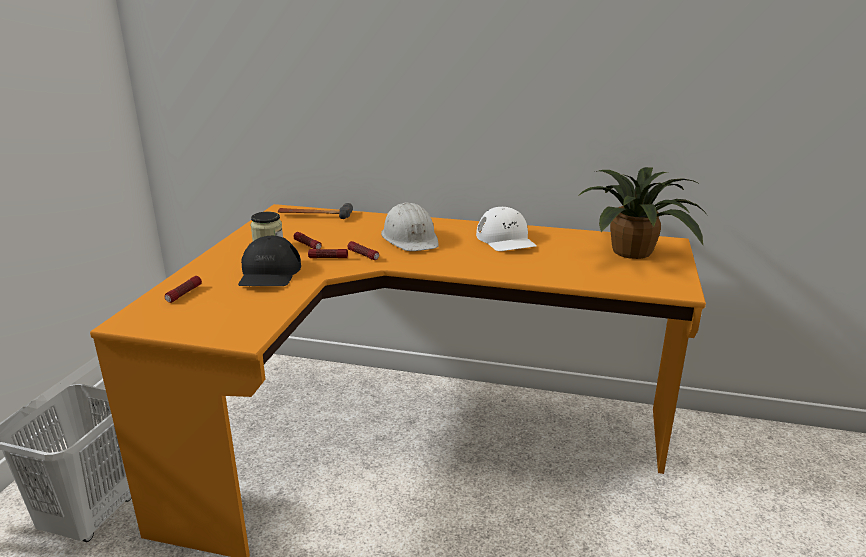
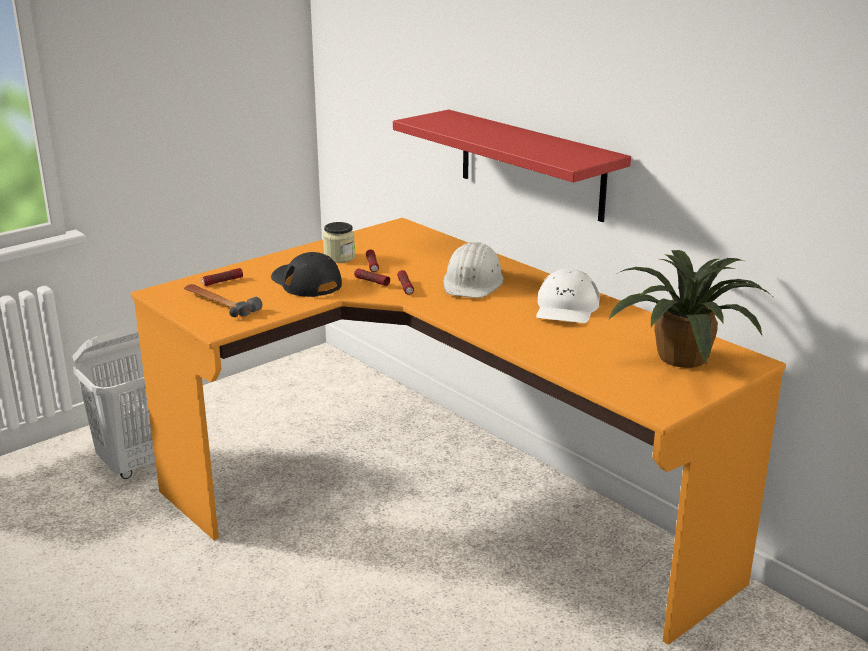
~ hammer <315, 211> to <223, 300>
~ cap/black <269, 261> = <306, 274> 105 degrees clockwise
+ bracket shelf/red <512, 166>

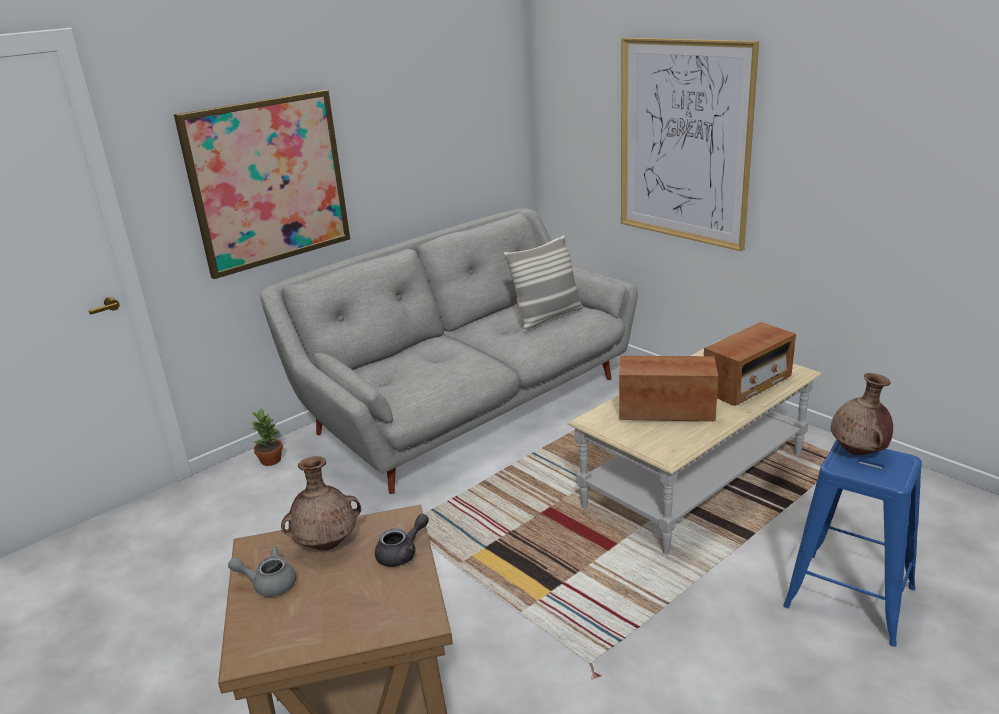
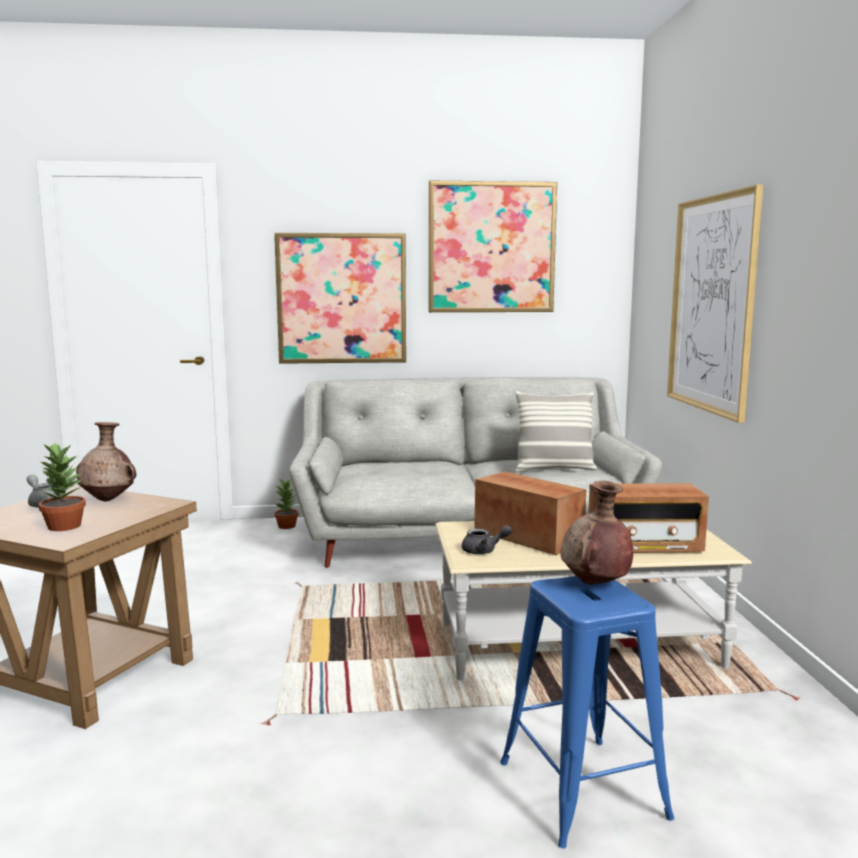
~ tea pot/gray <402, 540> to <487, 539>
+ wall picture <492, 246>
+ plant in a pot <62, 486>

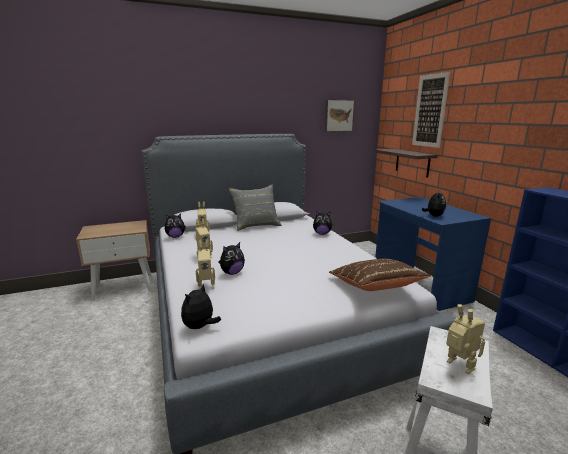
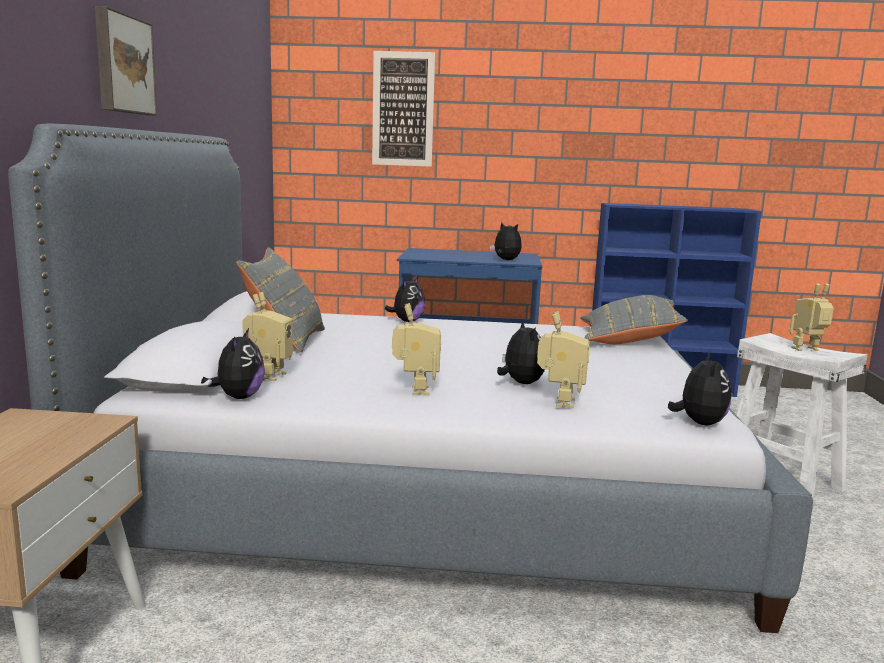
~ wall picture <340, 115> to <126, 61>
- bracket shelf <406, 163>
~ throw pillow/brown-coloured <380, 275> to throw pillow/gray <634, 319>
~ plush toy <201, 306> = <699, 388> 135 degrees counterclockwise

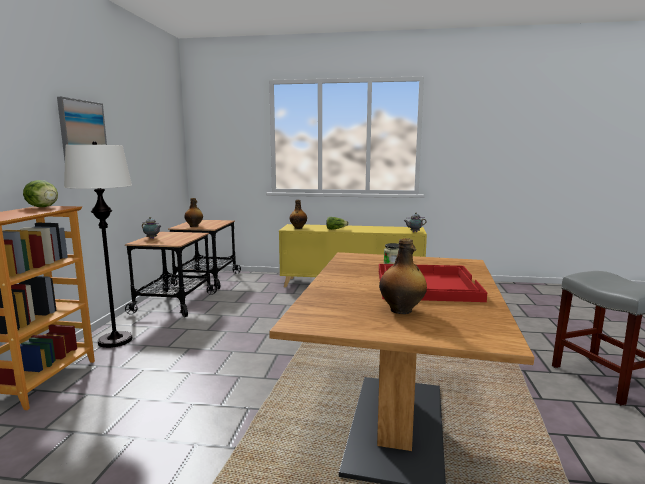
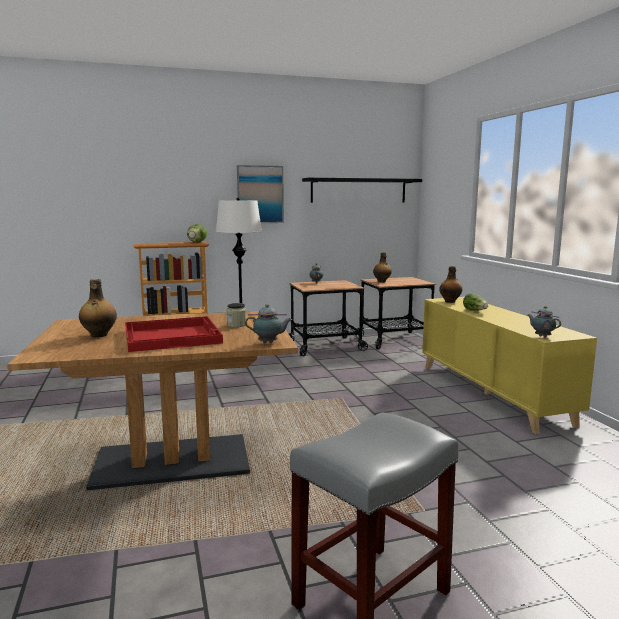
+ bracket shelf/black <362, 190>
+ tea pot <268, 323>

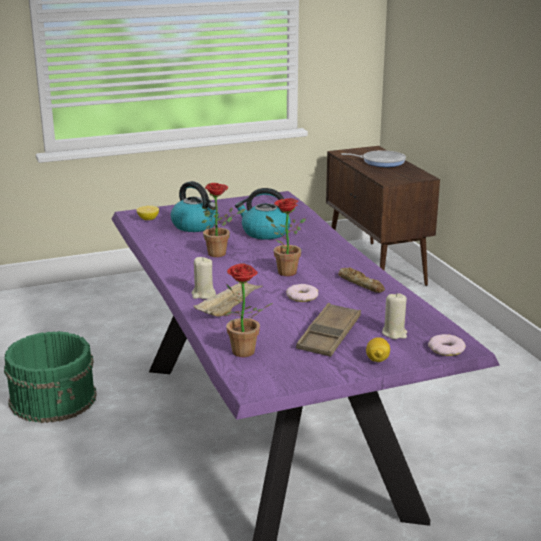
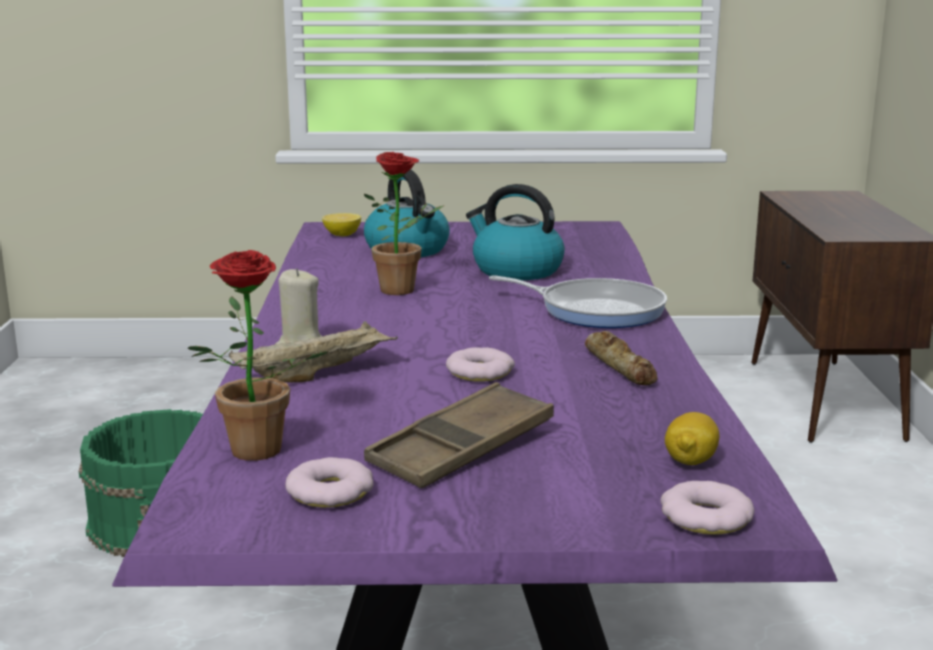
~ frying pan <373, 158> to <578, 302>
- plant in a pot <286, 237>
- candle/sand-coloured <394, 316>
~ whole lemon <378, 349> to <692, 438>
+ ring doughnut <329, 482>

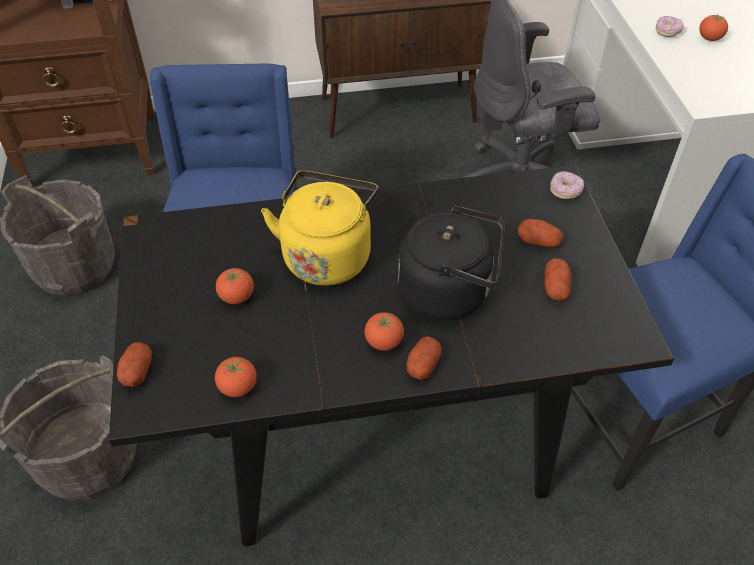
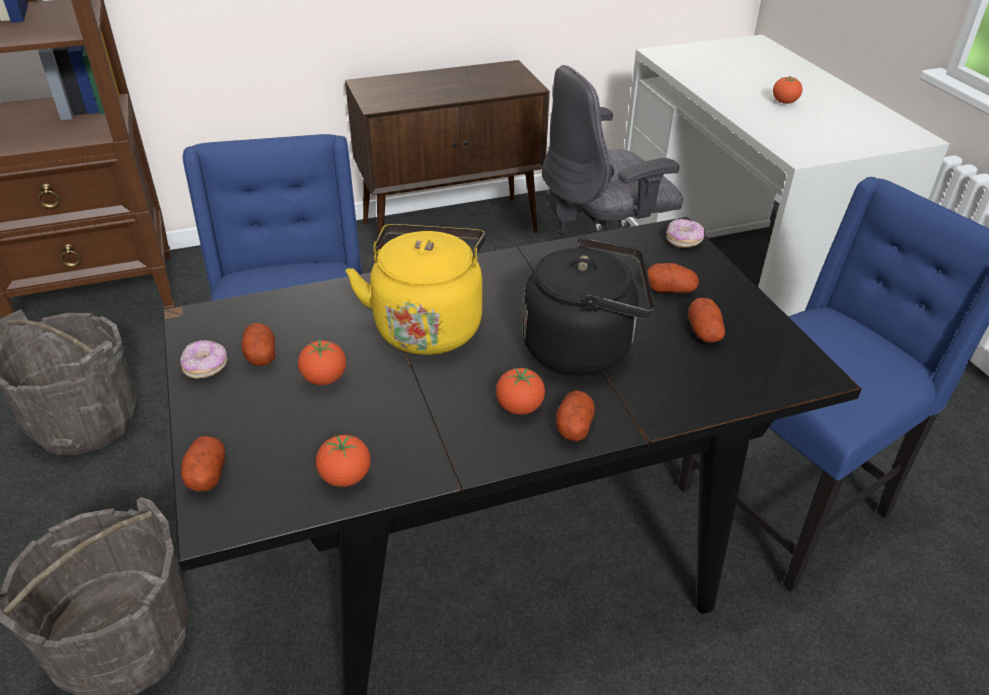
~ ring doughnut <670, 26> to <203, 359>
+ potato <258, 344>

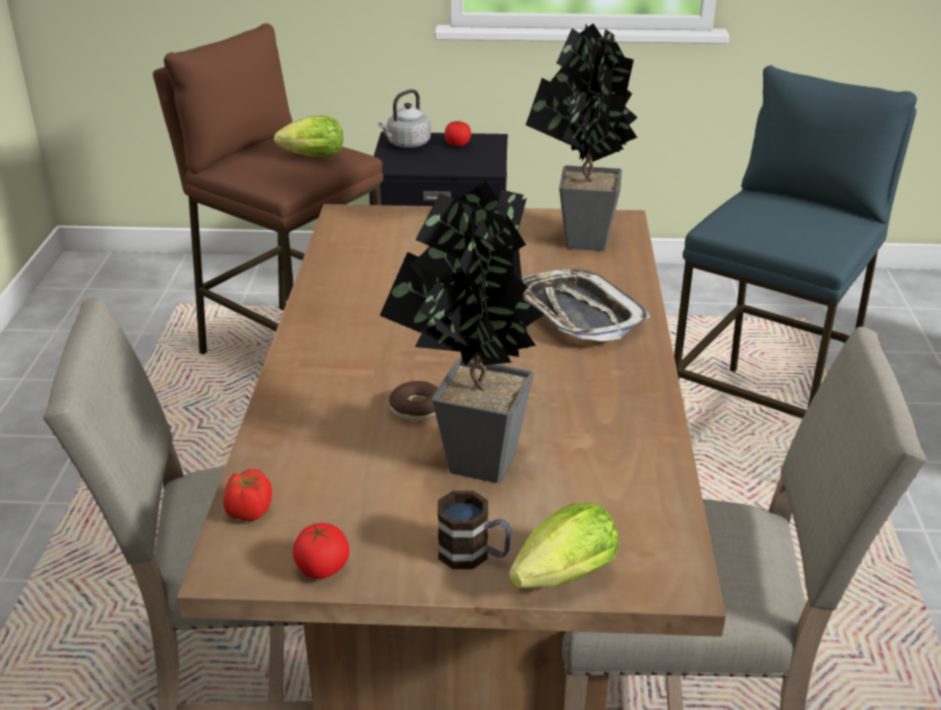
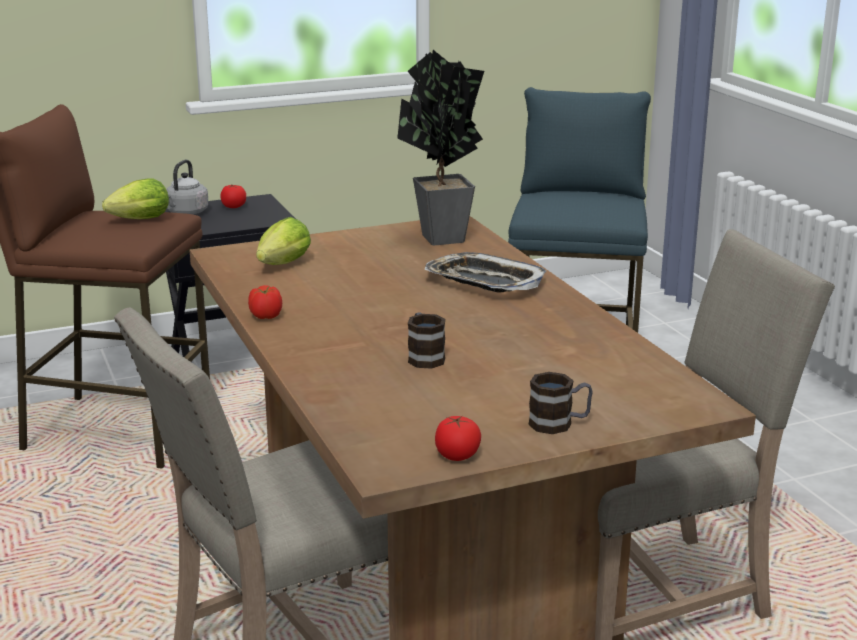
- plant in a pot <462, 332>
~ ring doughnut <413, 401> to mug <426, 340>
~ fresh tomato <247, 495> to <265, 302>
~ lettuce head <564, 545> to <283, 241>

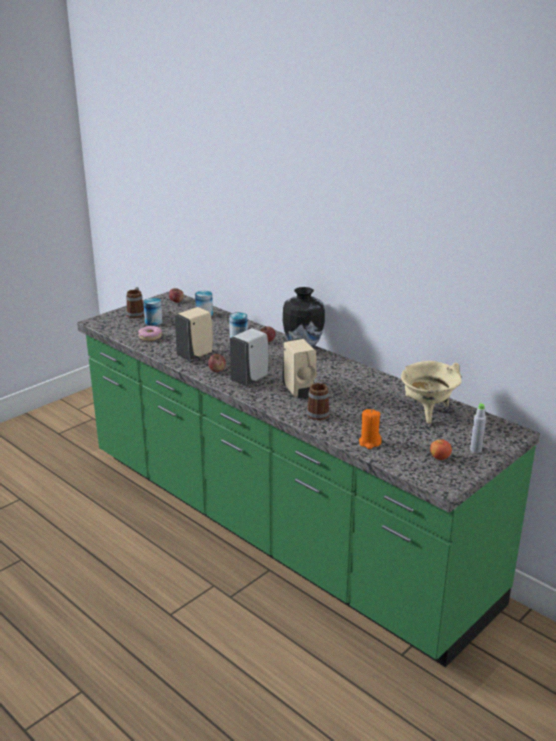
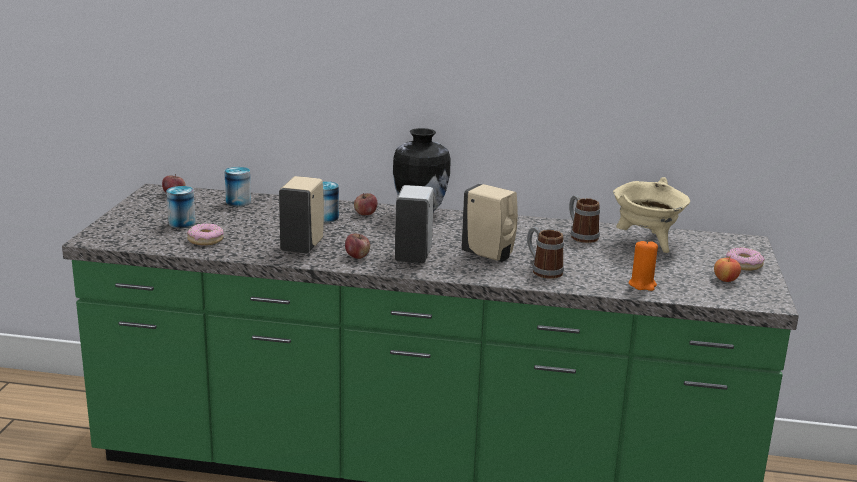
~ mug <135, 302> to <584, 219>
~ drink bottle/gray <478, 428> to ring doughnut <745, 259>

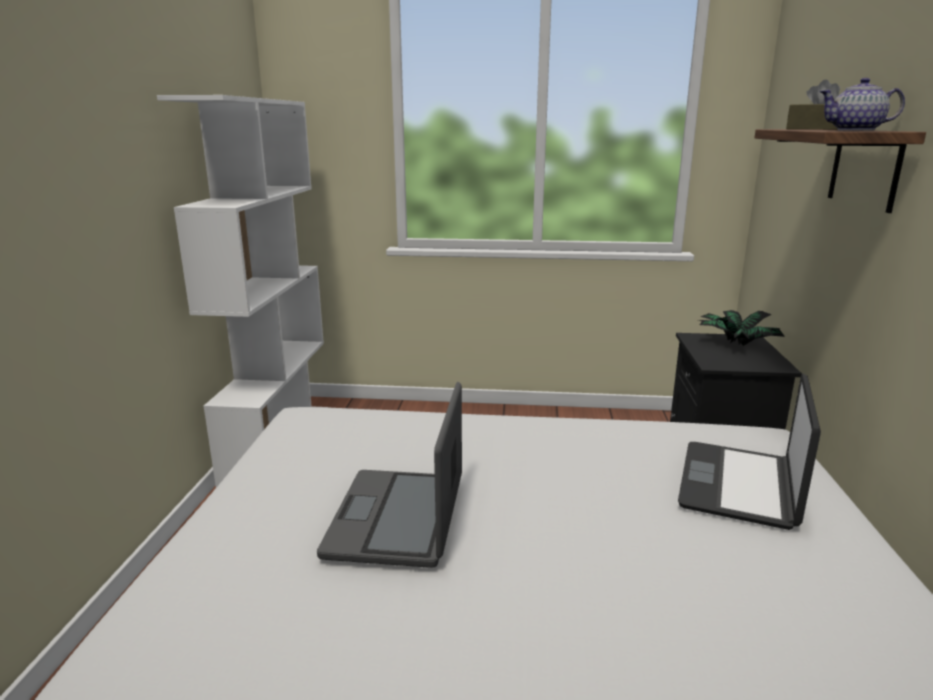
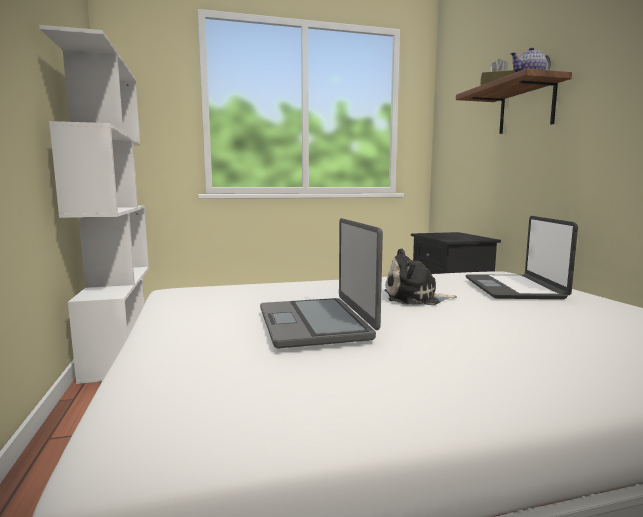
- plant in a pot <740, 328>
+ plush toy <420, 276>

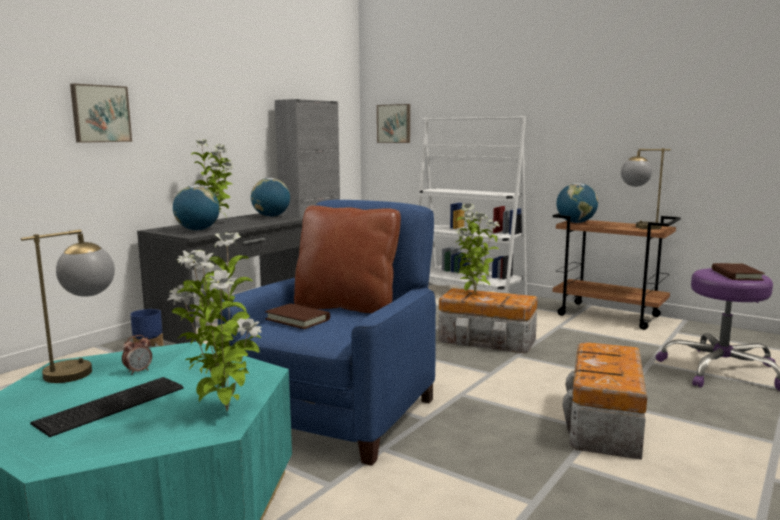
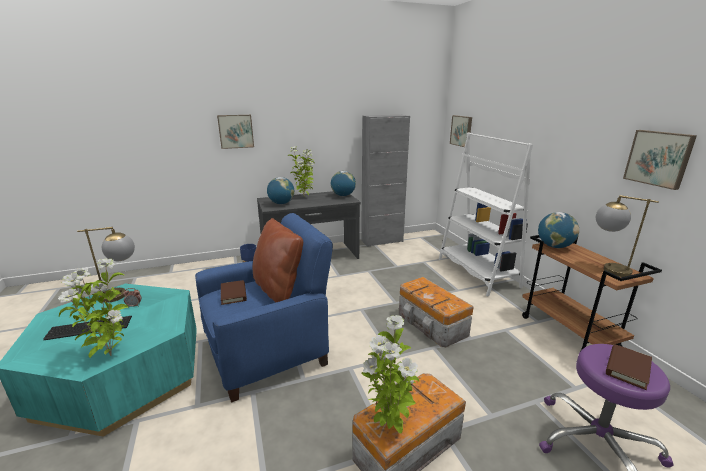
~ plant in a pot <478, 248> to <390, 374>
+ wall picture <660, 160>

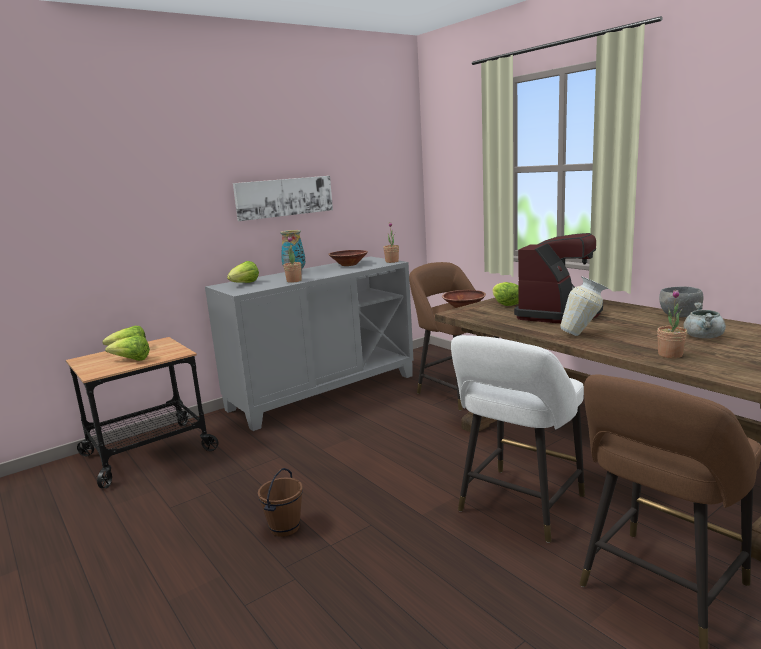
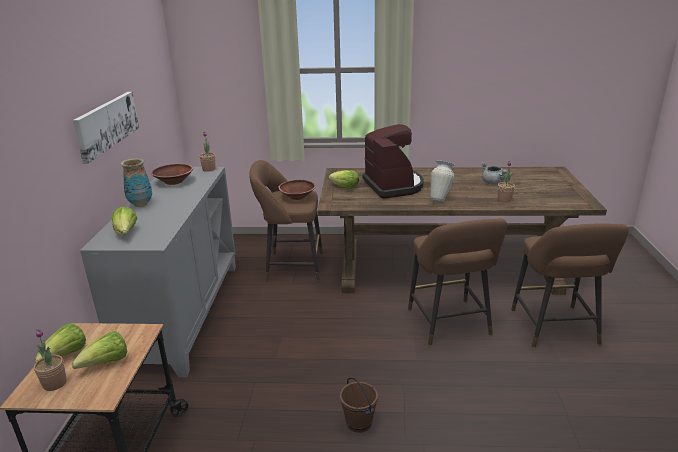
~ plant in a pot <292, 260> to <50, 360>
- deep dish/gray <681, 301>
~ stool/whitish <518, 439> to stool/brown-coloured <457, 282>

